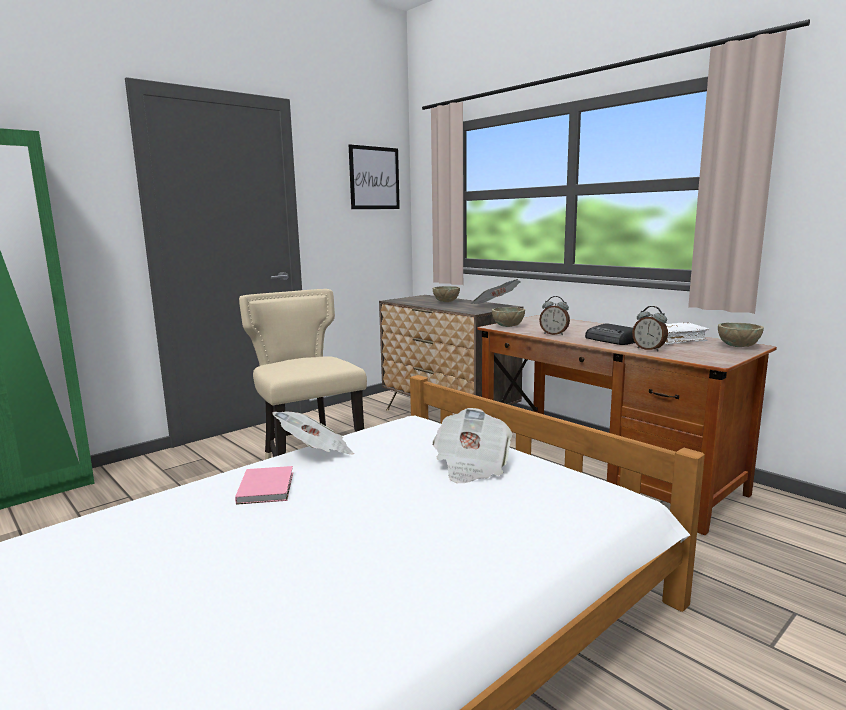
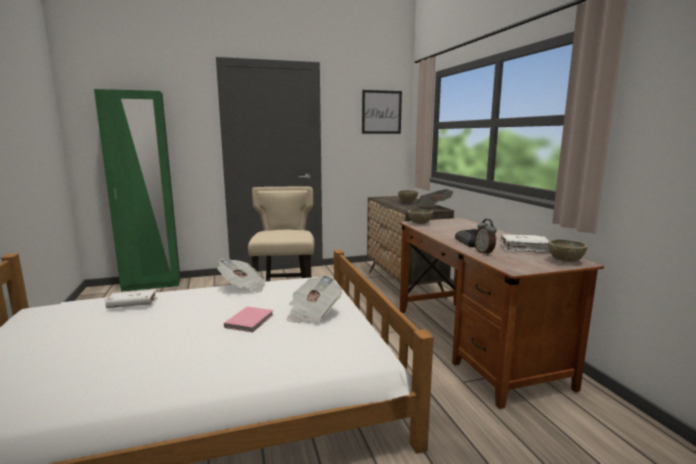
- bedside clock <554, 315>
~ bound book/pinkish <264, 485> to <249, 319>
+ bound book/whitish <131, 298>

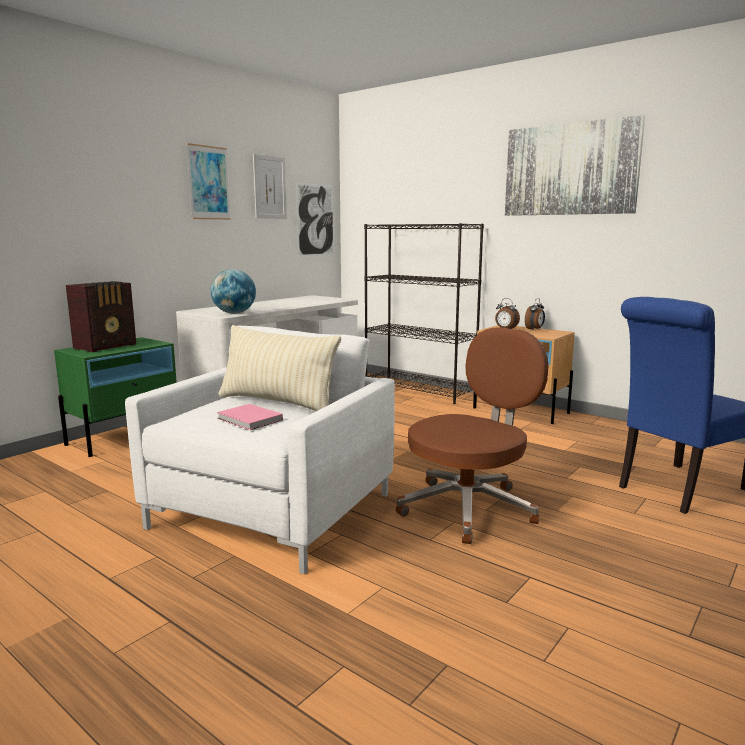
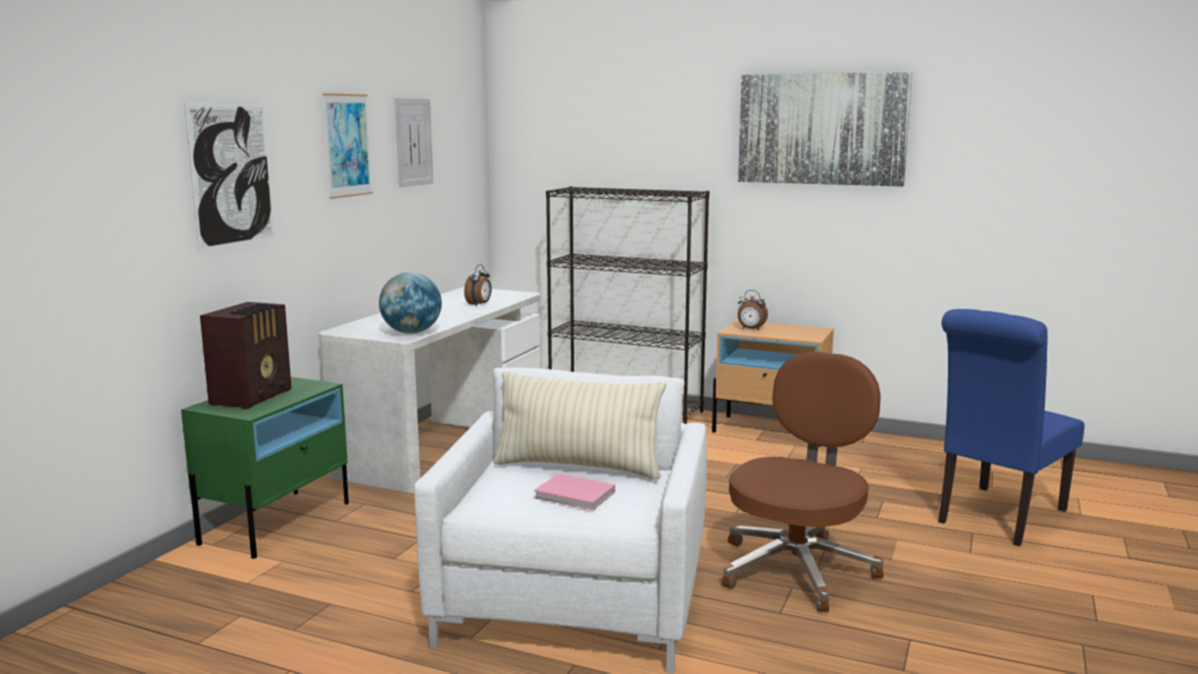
~ wall picture <315, 219> to <229, 177>
~ bedside clock <535, 314> to <478, 285>

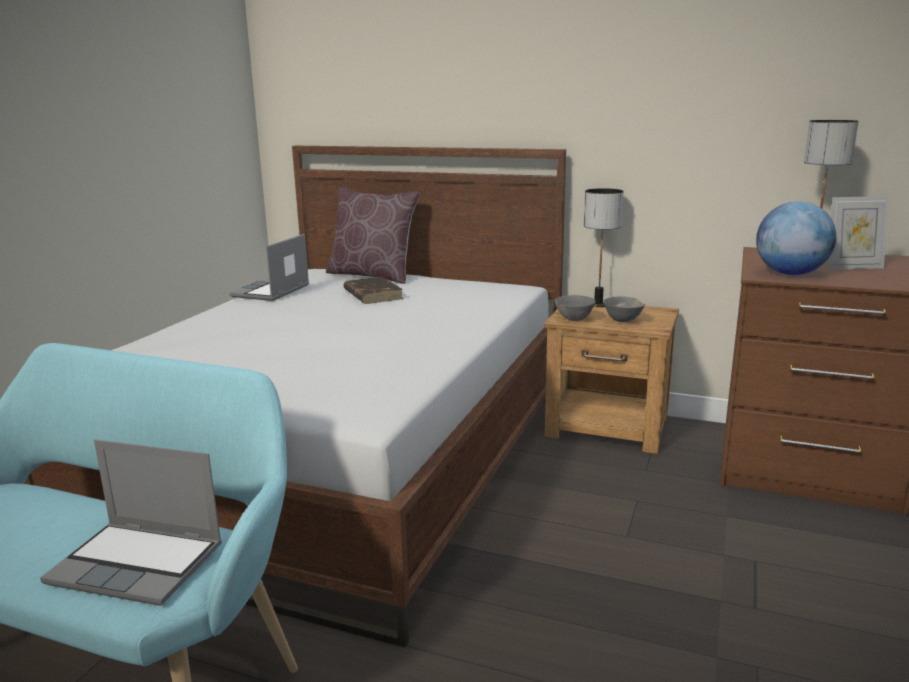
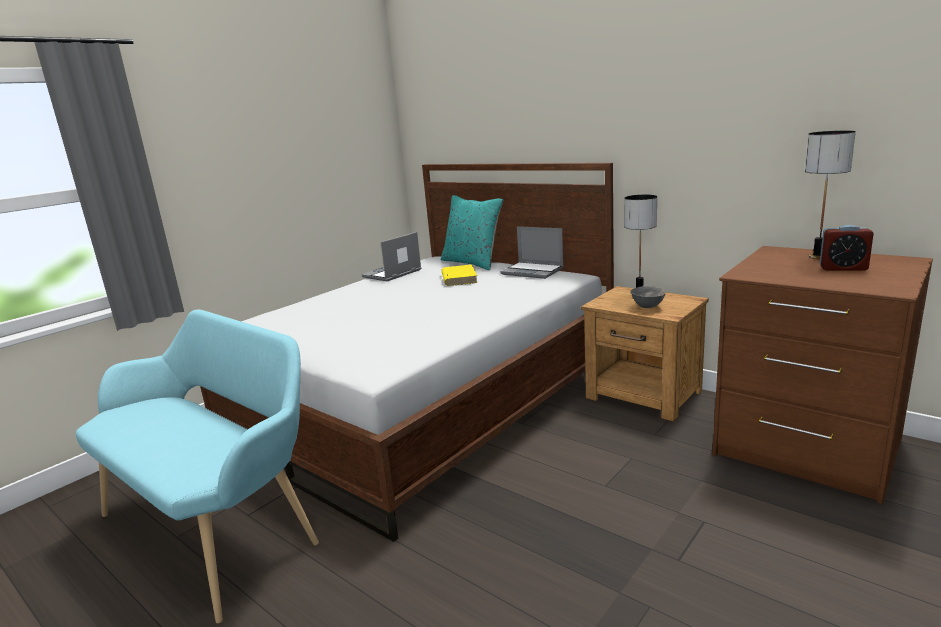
~ throw pillow/brown-coloured <373, 235> to throw pillow/turquoise-coloured <472, 232>
~ picture frame <858, 233> to bedside clock <846, 248>
- world globe <796, 238>
~ bound book/brown-coloured <373, 290> to bound book/yellow-coloured <460, 275>
- deep dish/gray <575, 308>
~ portable computer <131, 523> to <532, 252>

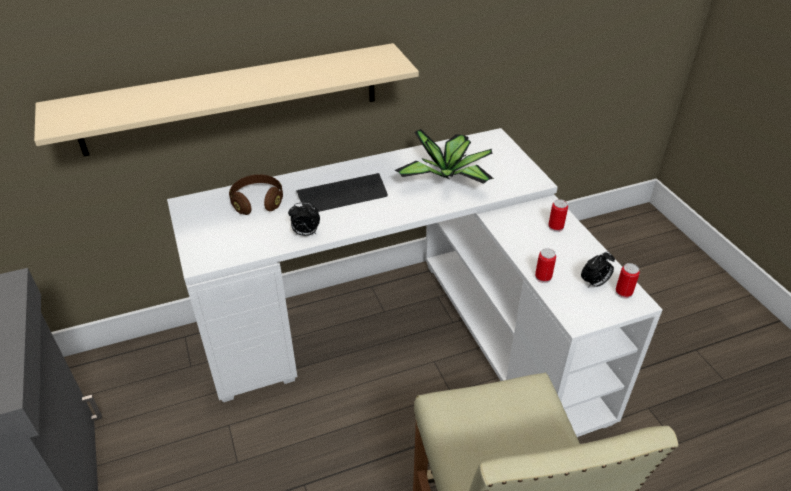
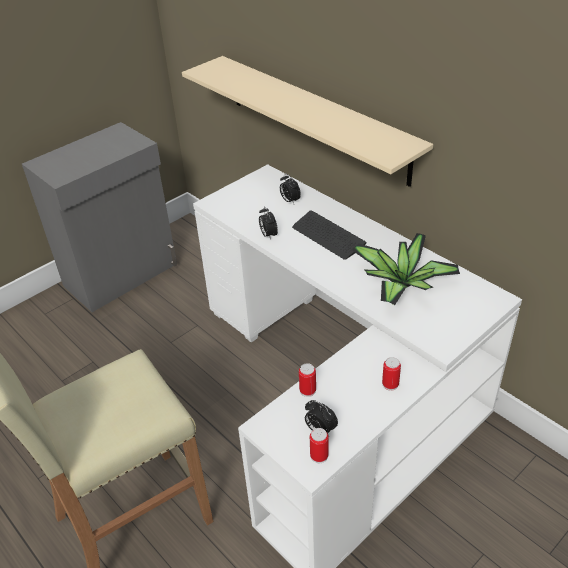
~ pair of headphones/brown-coloured <256, 194> to bedside clock <290, 189>

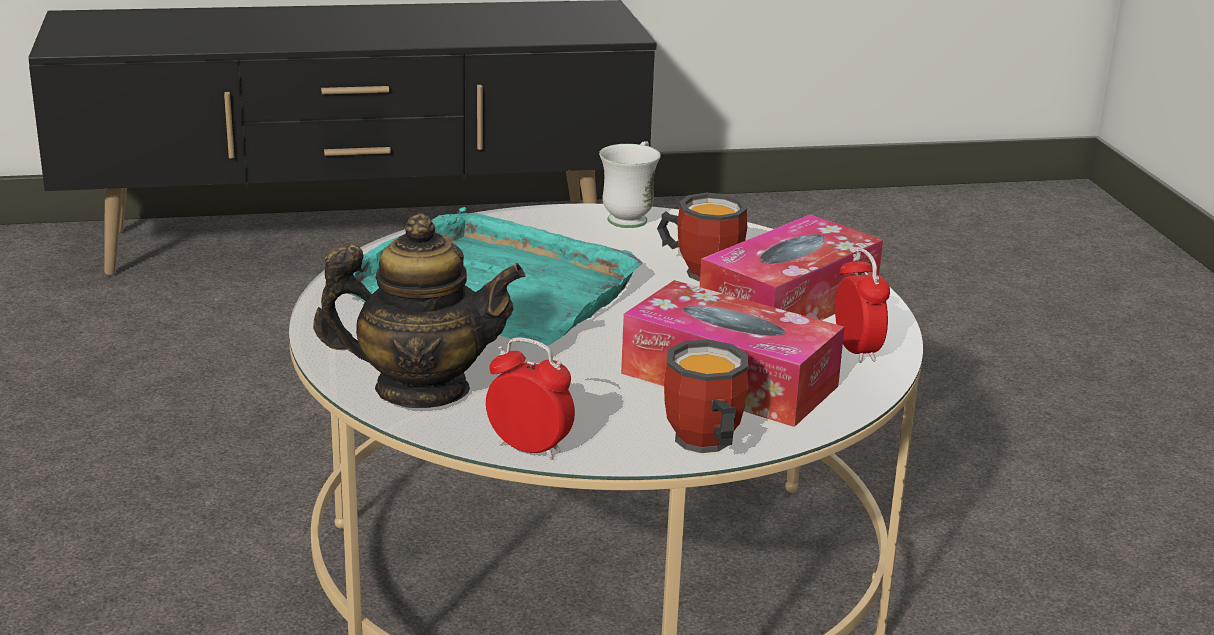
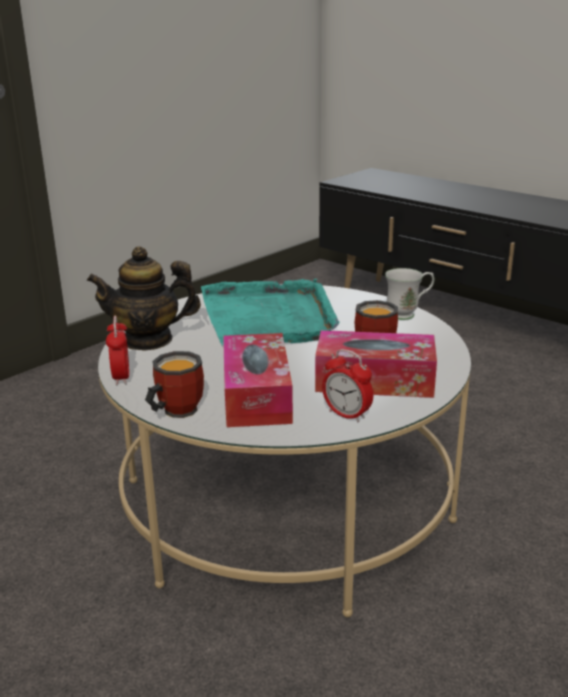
~ tea pot <419, 311> = <144, 298> 120 degrees clockwise
~ bedside clock <862, 306> = <347, 385> 90 degrees clockwise

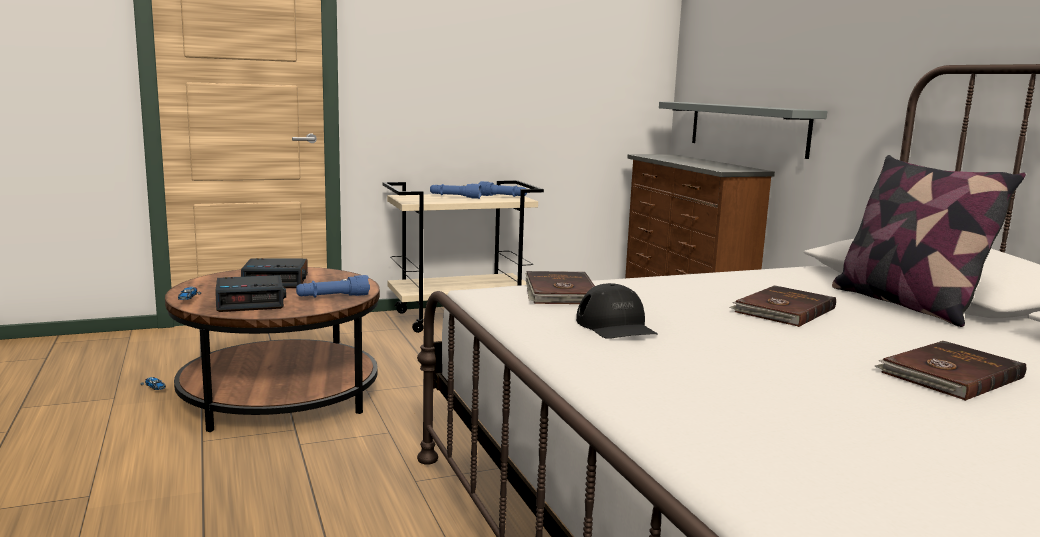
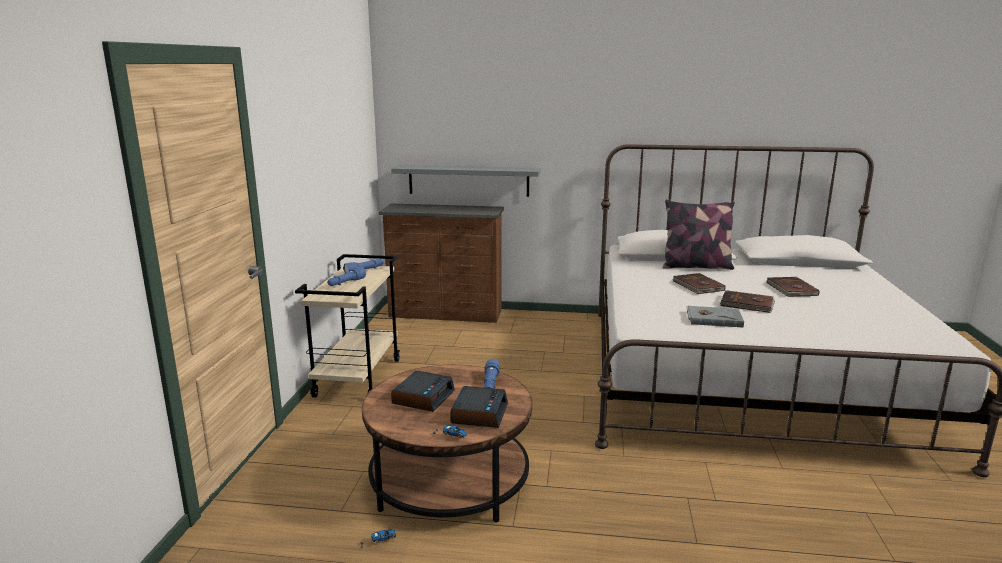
~ bound book/brown-coloured <560, 287> to <747, 301>
~ cap/black <617, 311> to bound book/gray <715, 317>

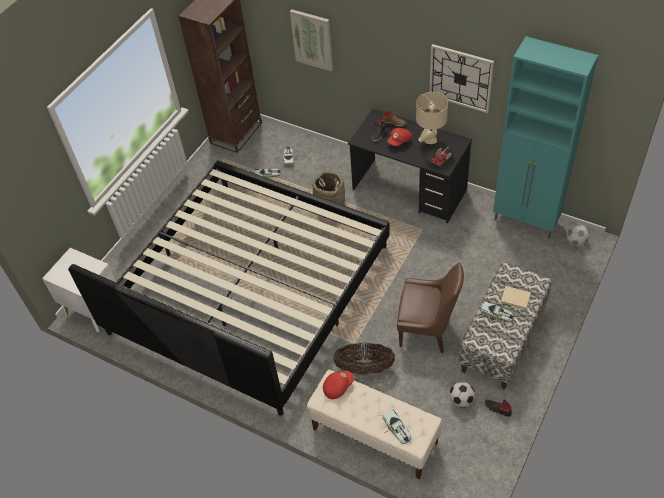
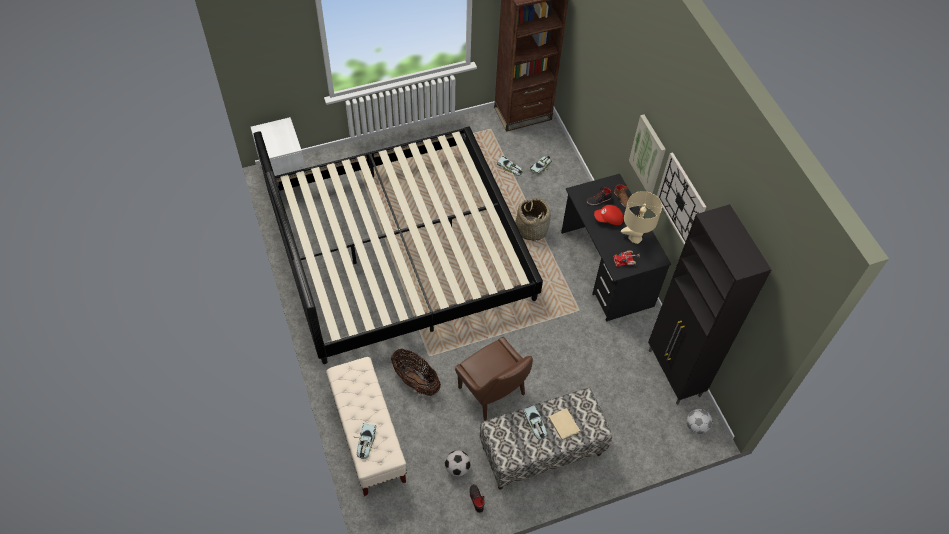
~ wall picture <311, 40> to <647, 153>
~ storage cabinet/turquoise-coloured <545, 137> to storage cabinet/black <709, 304>
- cap/red <338, 385>

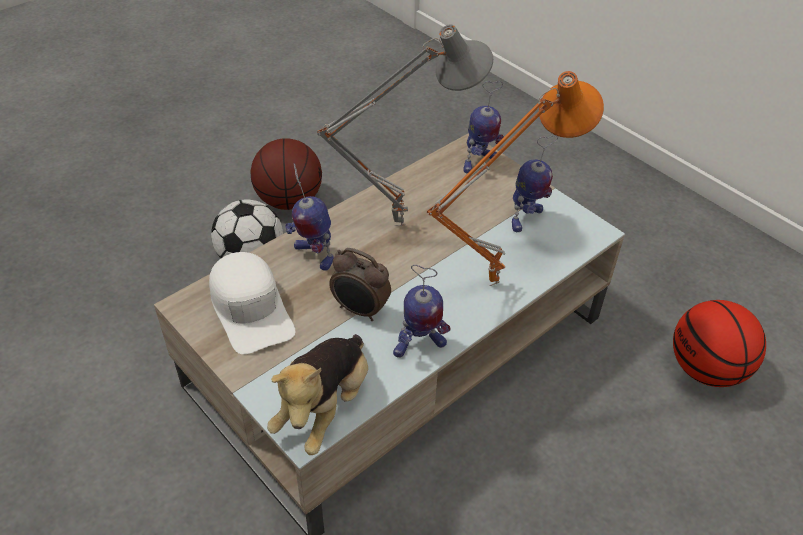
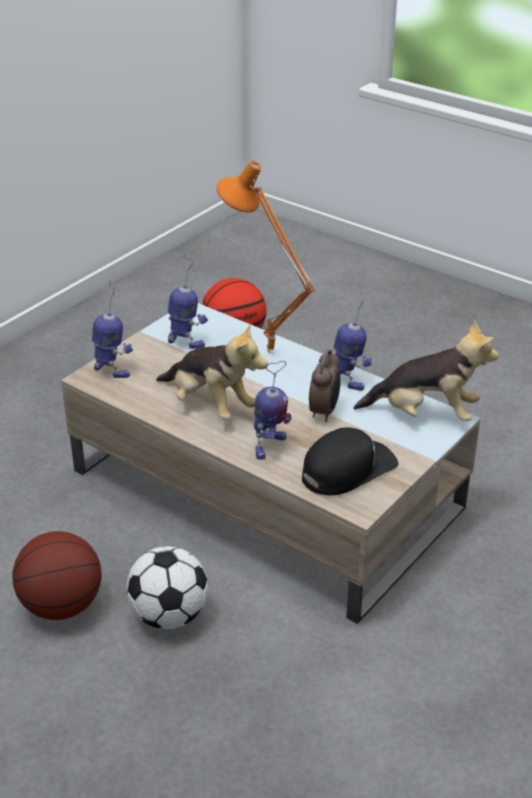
~ tabletop lamp/gray <405, 125> to plush toy <212, 372>
~ cap/whitish <252, 303> to cap/black <350, 461>

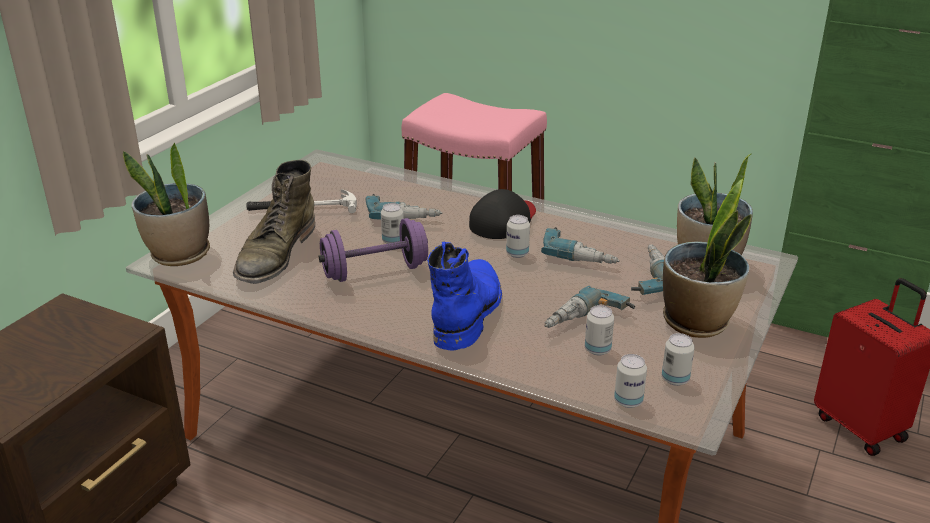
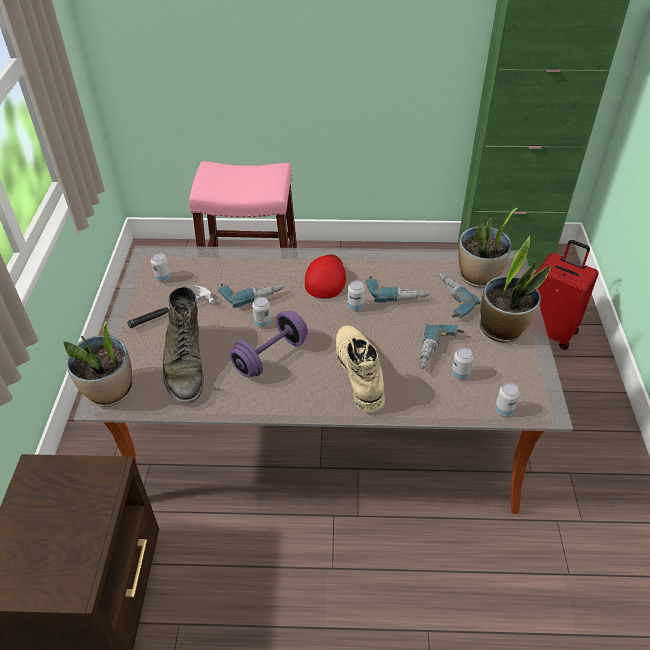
~ cap/black <502, 214> to cap/red <325, 276>
~ high-top boot/blue <464, 296> to high-top boot/sand-coloured <360, 368>
~ can <678, 359> to <161, 267>

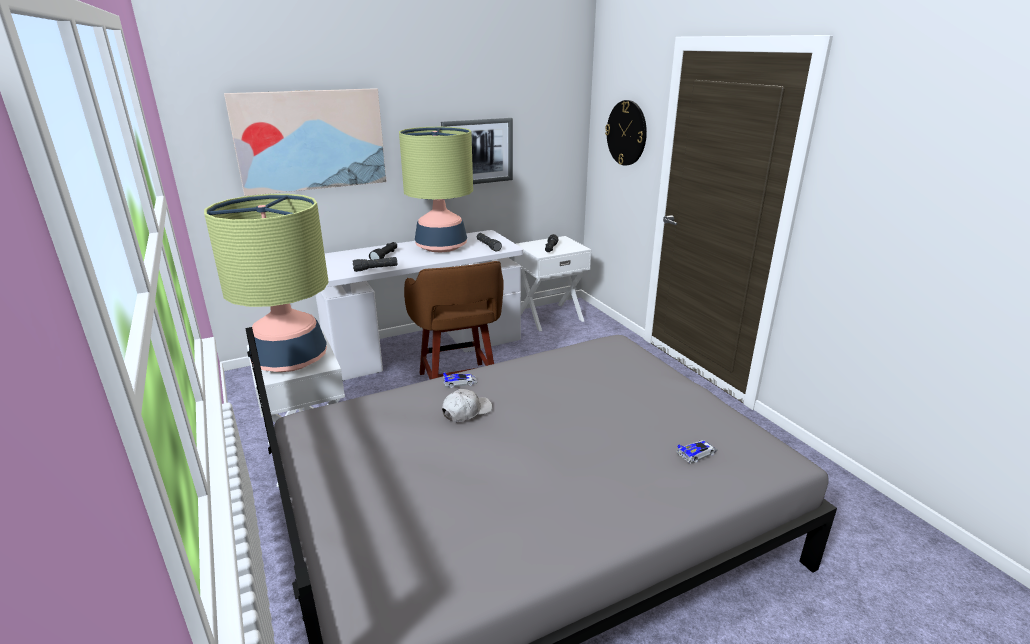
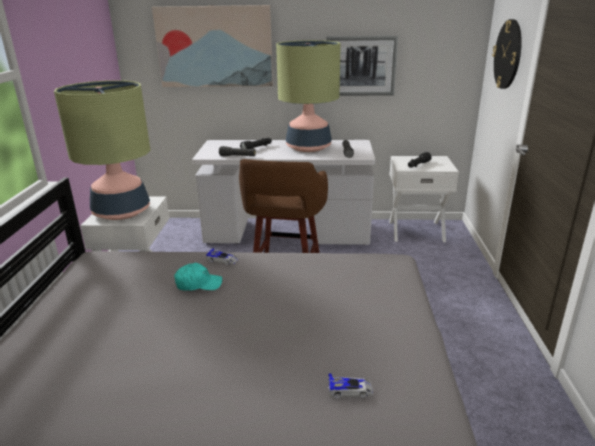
~ cap/whitish <467, 405> to cap/turquoise-coloured <198, 277>

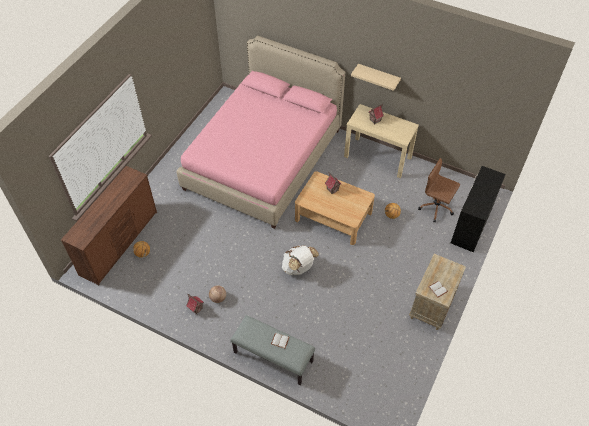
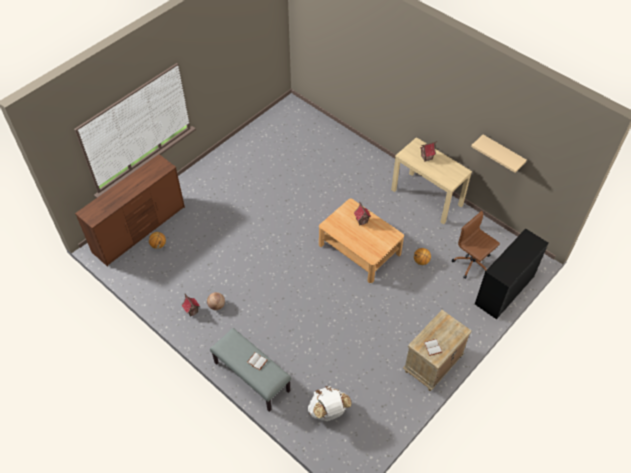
- bed/pinkish <260, 132>
~ bracket shelf/sand-coloured <376, 77> to <498, 154>
~ backpack/whitish <300, 260> to <330, 403>

